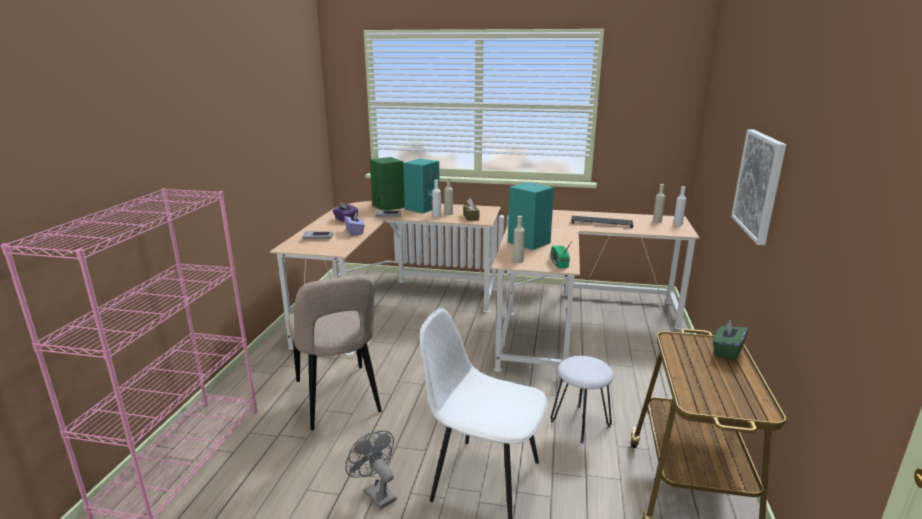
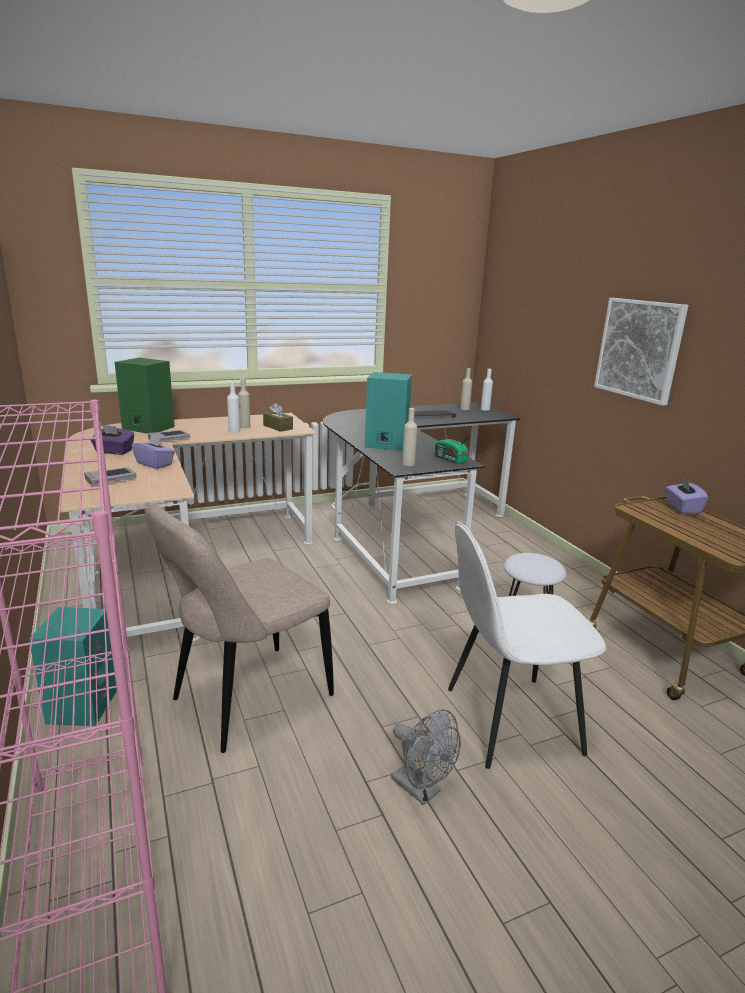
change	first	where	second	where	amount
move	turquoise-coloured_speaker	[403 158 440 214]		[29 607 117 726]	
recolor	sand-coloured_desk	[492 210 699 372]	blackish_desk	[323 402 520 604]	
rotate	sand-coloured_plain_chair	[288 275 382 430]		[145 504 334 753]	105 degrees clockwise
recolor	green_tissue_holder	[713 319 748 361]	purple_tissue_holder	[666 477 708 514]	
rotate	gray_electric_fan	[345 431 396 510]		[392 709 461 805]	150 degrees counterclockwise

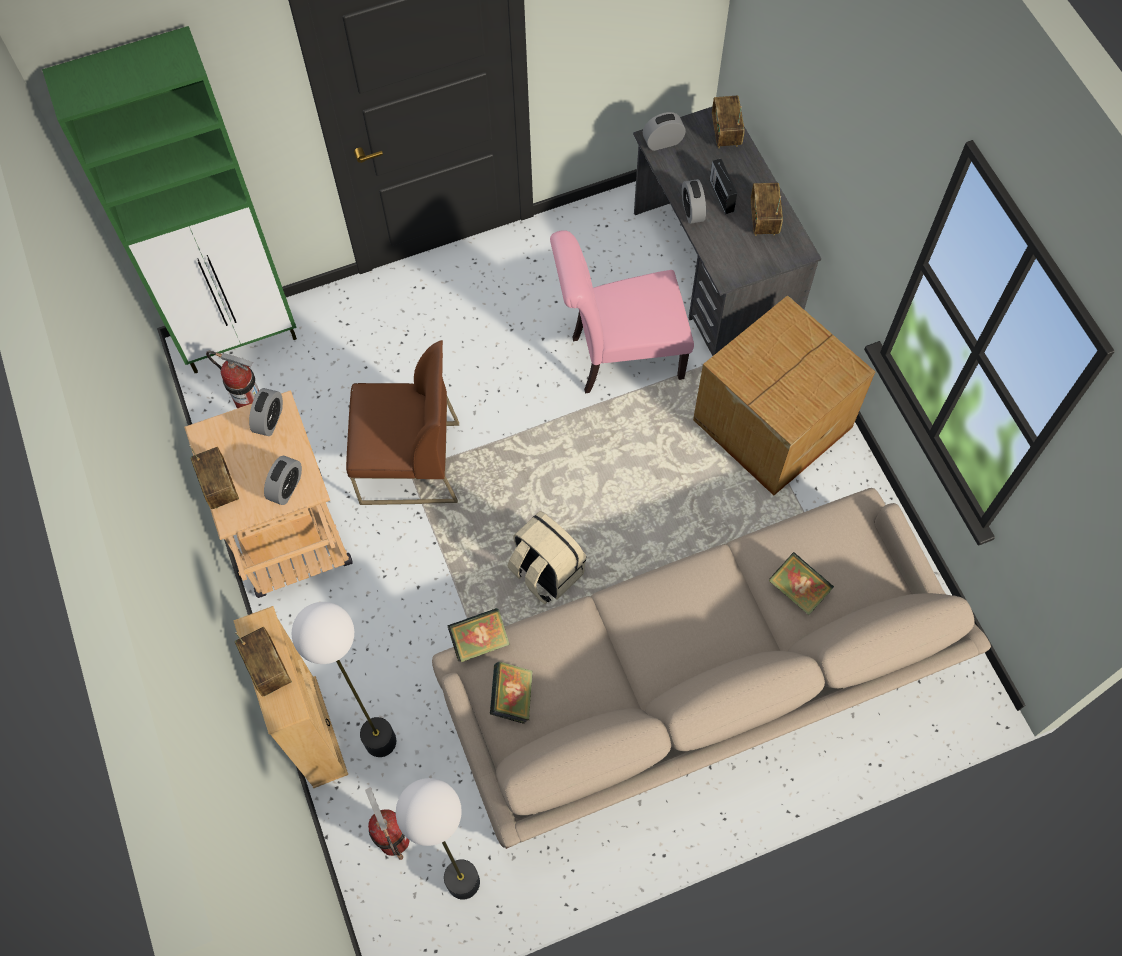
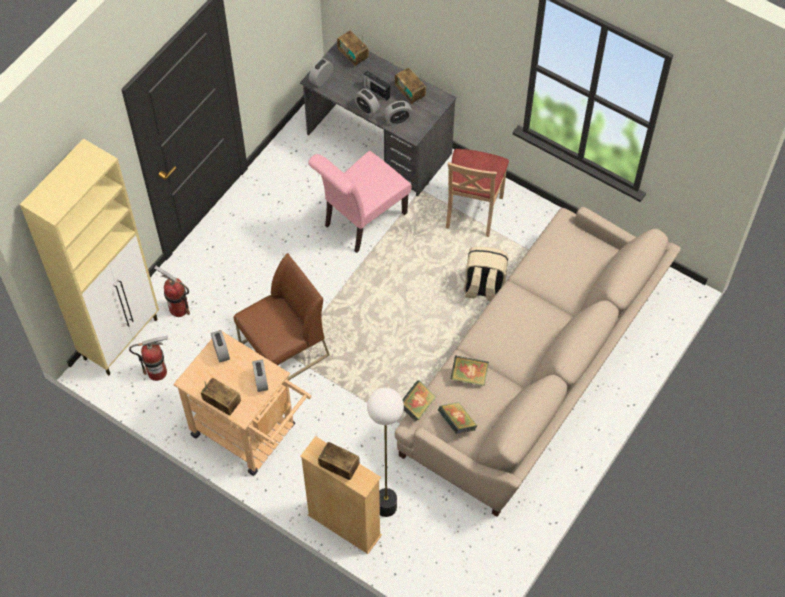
change	first	where	second	where	amount
recolor	green_cabinet	[42 26 297 373]	sand-coloured_cabinet	[20 138 159 375]	
replace	packing_box	[693 295 875 496]	sand-coloured_plain_chair	[446 149 509 237]	
move	sand-coloured_knapsack	[507 511 587 604]		[464 246 508 302]	
move	volume	[769 552 834 615]		[451 355 489 386]	
delete	standing_lamp	[396 778 480 900]			
move	extinguisher	[365 787 409 860]		[154 266 190 317]	
insert			bedside_clock	[384 101 413 126]	

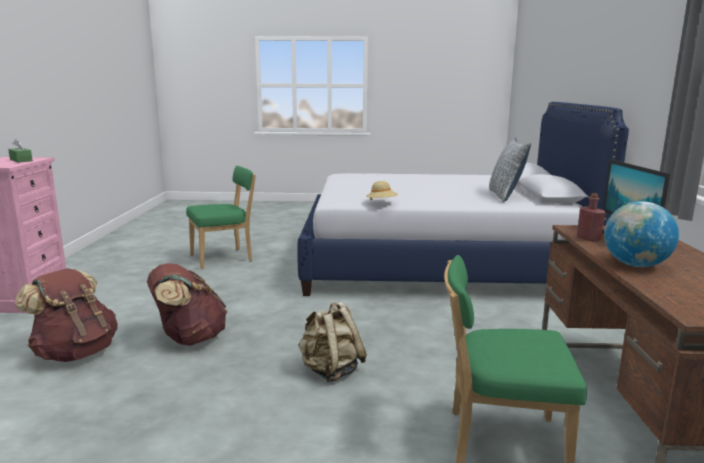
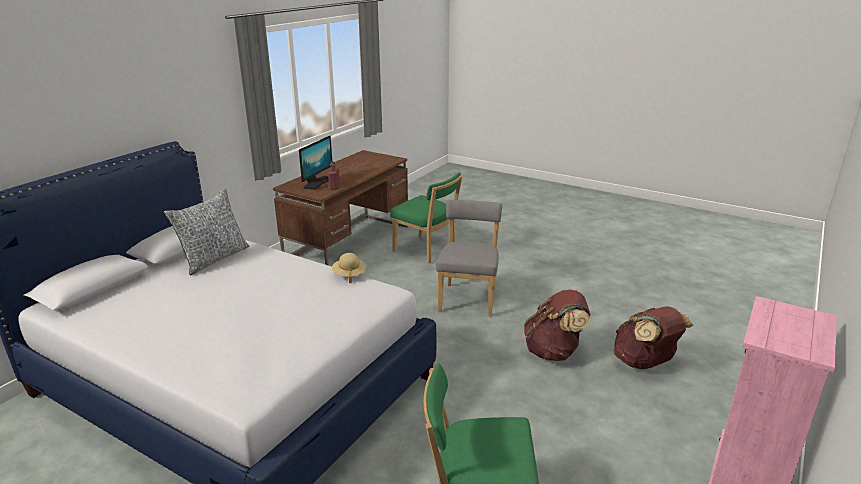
change	first	where	second	where	amount
delete	green_tissue_holder	[8 139 33 163]			
delete	world_globe	[604 201 679 267]			
replace	sand-coloured_knapsack	[298 302 367 382]	gray_plain_chair	[436 200 502 316]	

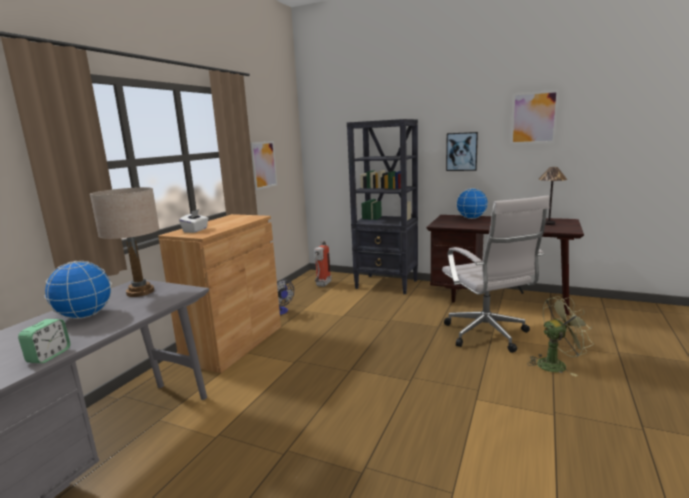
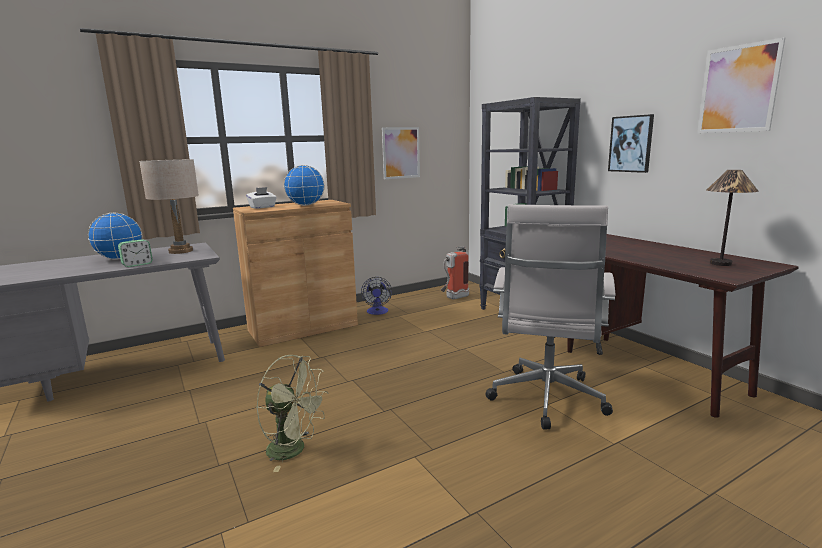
change	first	where	second	where	amount
move	world_globe	[456 188 488 219]		[284 165 325 206]	
move	green_electric_fan	[527 296 594 377]		[256 355 328 472]	
move	bedside_clock	[18 319 70 363]		[118 239 153 267]	

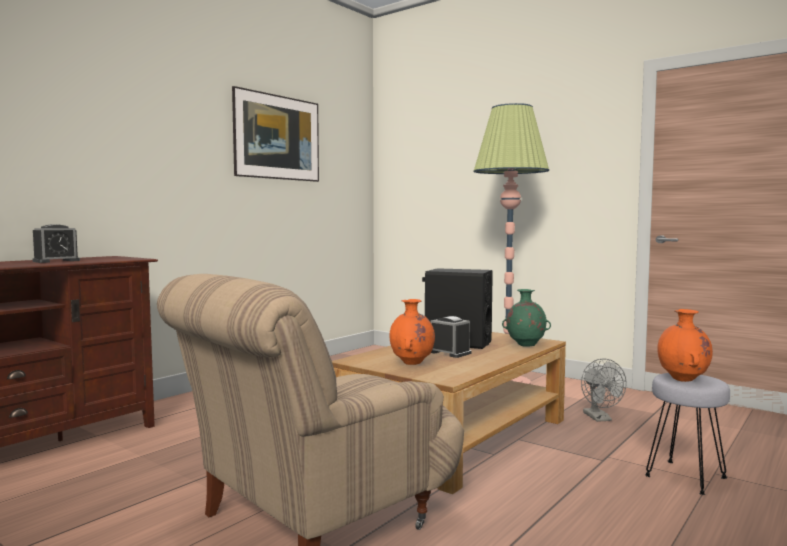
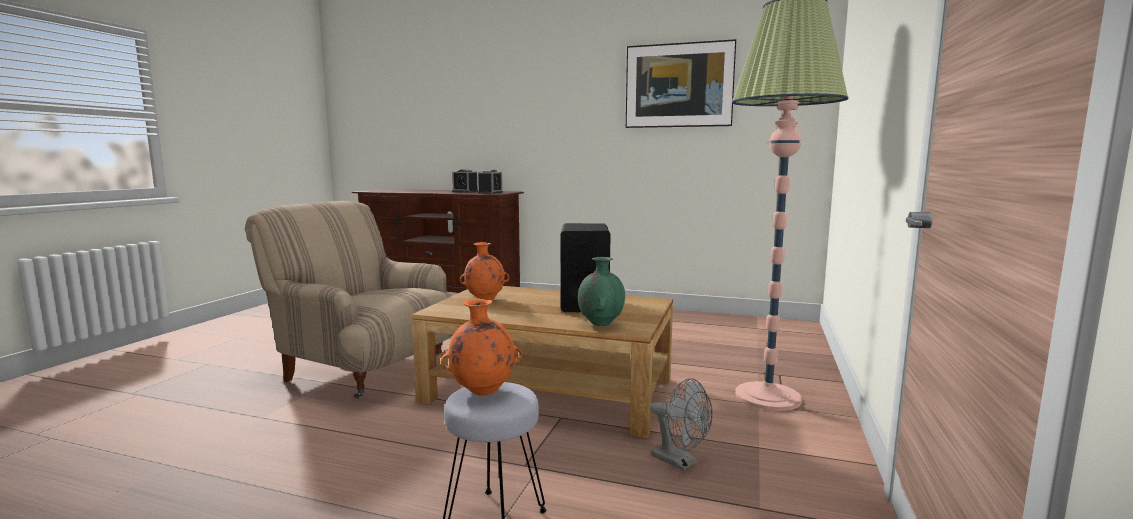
change	first	where	second	where	amount
move	bedside_clock	[430 316 471 358]		[478 170 503 194]	
rotate	gray_electric_fan	[581 358 626 422]		[650 378 713 471]	105 degrees counterclockwise

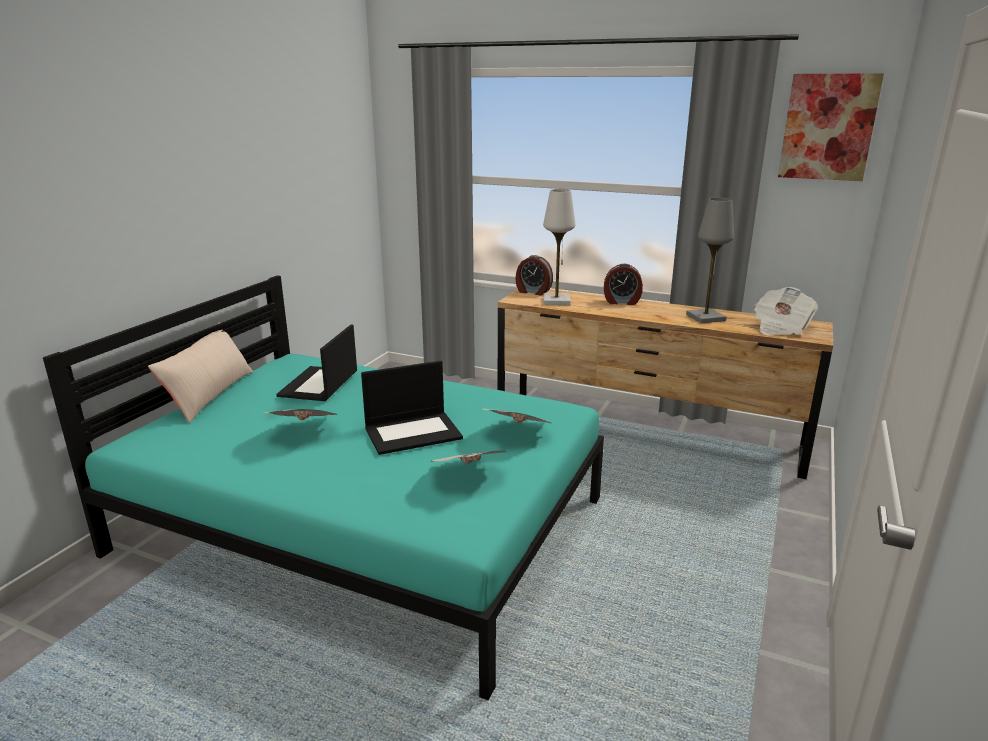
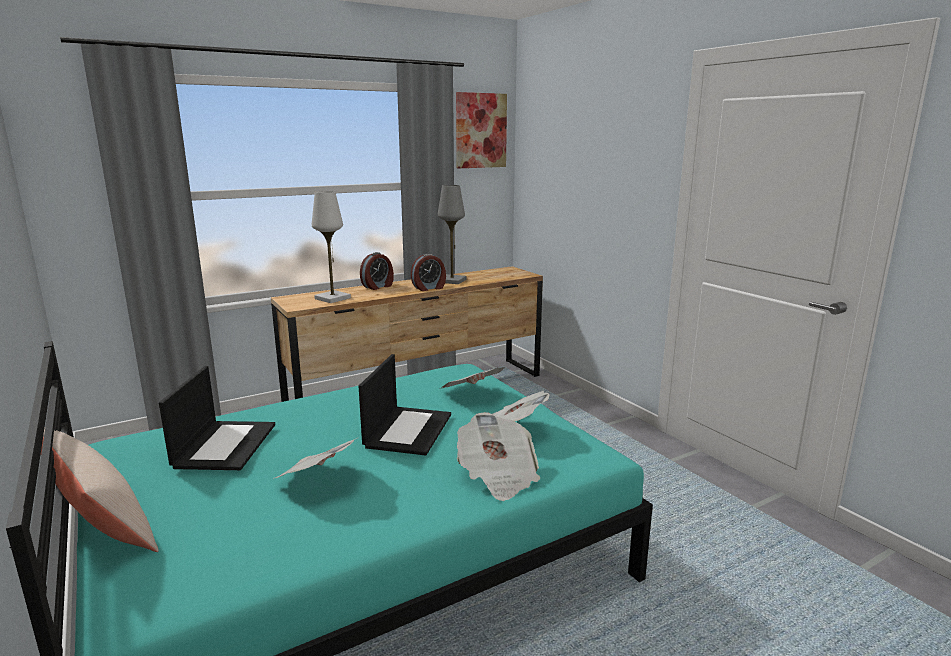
change	first	where	second	where	amount
move	bedside_clock	[515 255 553 295]		[411 254 446 291]	
move	printed_paper	[754 287 818 335]		[457 412 540 501]	
rotate	notebook_computer	[276 325 357 401]		[159 366 275 470]	135 degrees counterclockwise

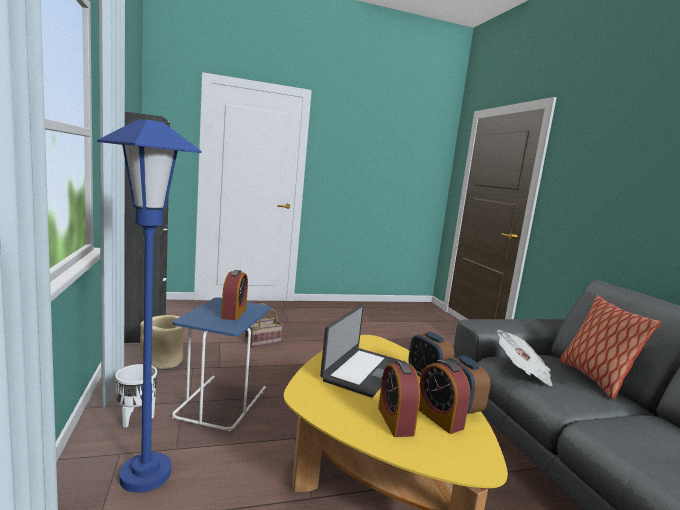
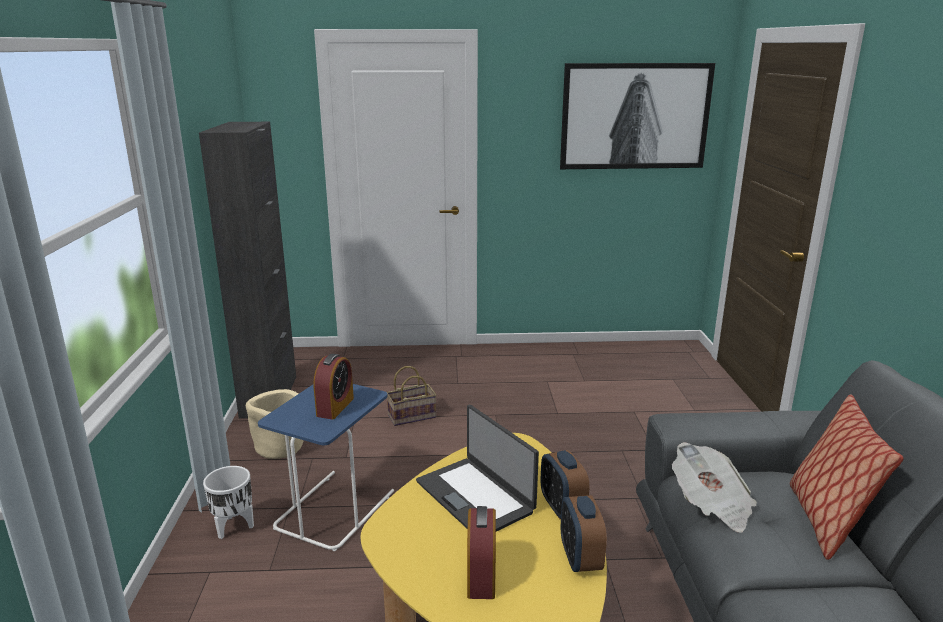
change	first	where	second	where	amount
delete	blue-coloured_standing_lamp	[97 119 202 493]			
rotate	notebook_computer	[320 305 401 398]		[416 405 539 532]	105 degrees clockwise
delete	bedside_clock	[419 359 470 434]			
insert			wall_art	[560 63 715 169]	

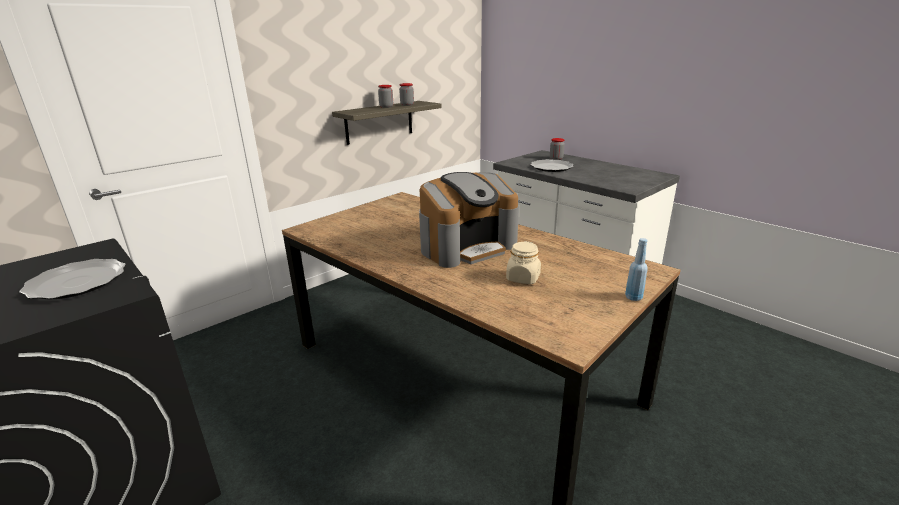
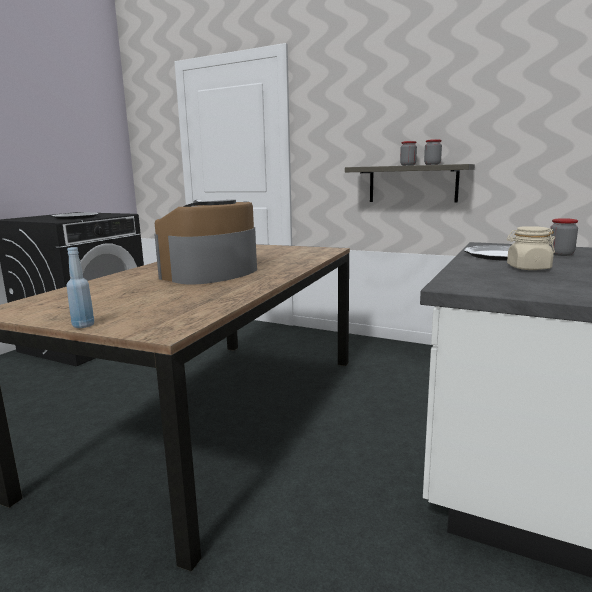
change	first	where	second	where	amount
rotate	coffee_machine	[419 172 519 268]		[154 200 257 284]	90 degrees clockwise
move	sand-coloured_jar	[506 241 541 284]		[507 226 555 270]	

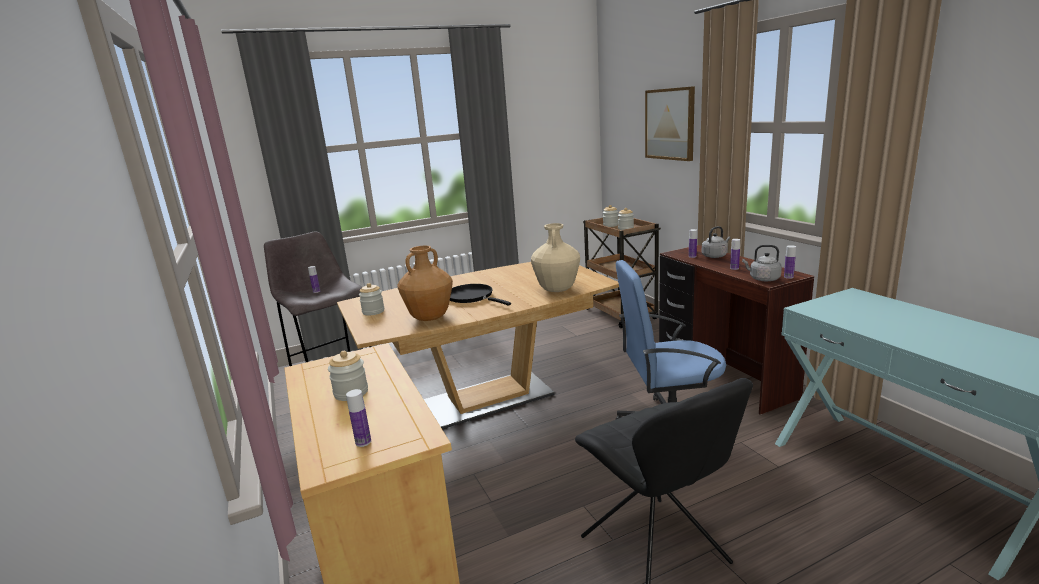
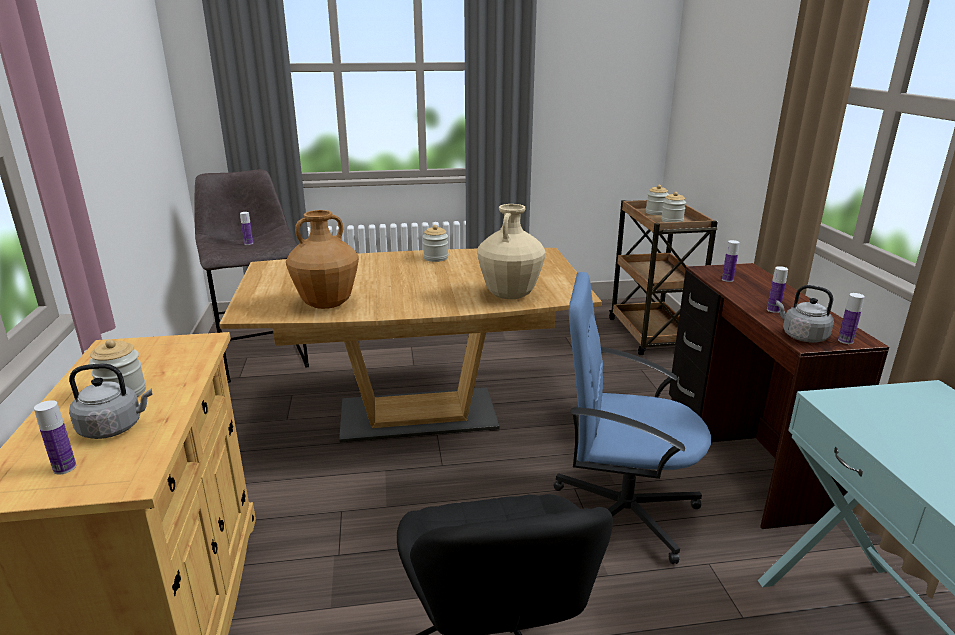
change	first	where	second	where	amount
delete	wall_art	[645 86 695 161]			
move	gray_tea_kettle	[702 226 730 258]		[69 364 153 439]	
move	jar	[359 283 384 315]		[423 225 448 262]	
delete	blackish_pan	[450 284 511 306]			

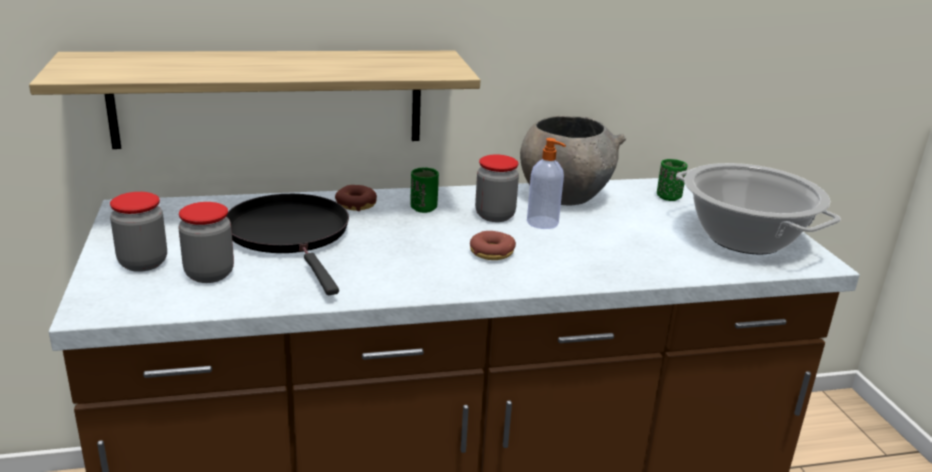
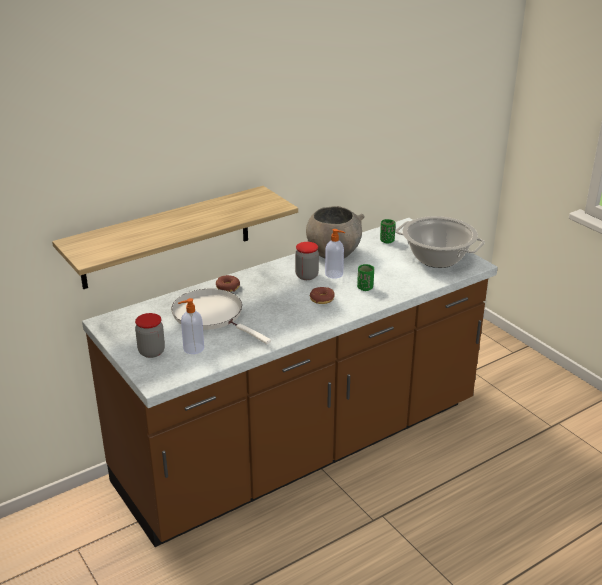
change	first	where	second	where	amount
move	green_drinking_cup	[411 168 439 213]		[357 264 374 291]	
recolor	blackish_pan	[226 194 349 295]	white_pan	[171 289 271 344]	
replace	jar	[178 202 234 283]	soap_dispenser	[178 298 204 354]	

